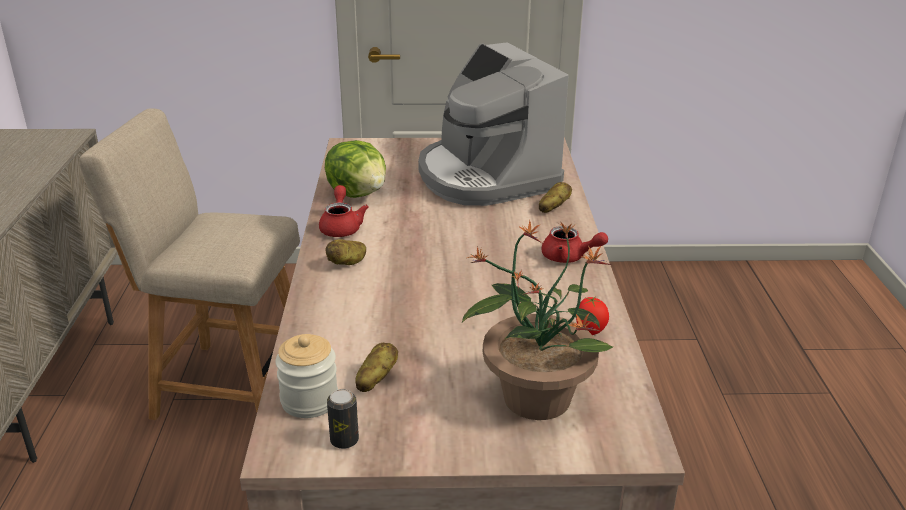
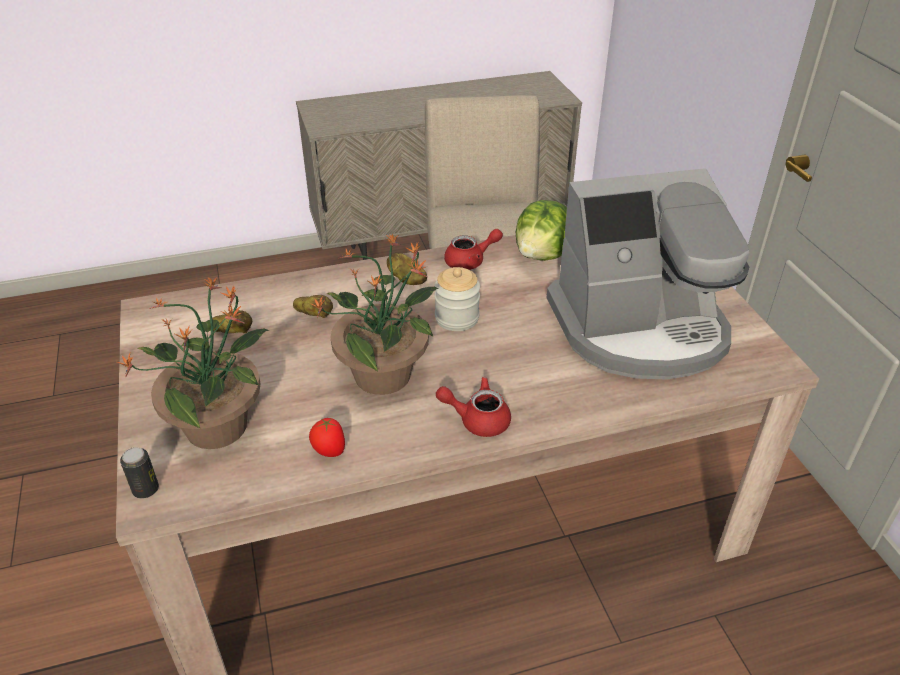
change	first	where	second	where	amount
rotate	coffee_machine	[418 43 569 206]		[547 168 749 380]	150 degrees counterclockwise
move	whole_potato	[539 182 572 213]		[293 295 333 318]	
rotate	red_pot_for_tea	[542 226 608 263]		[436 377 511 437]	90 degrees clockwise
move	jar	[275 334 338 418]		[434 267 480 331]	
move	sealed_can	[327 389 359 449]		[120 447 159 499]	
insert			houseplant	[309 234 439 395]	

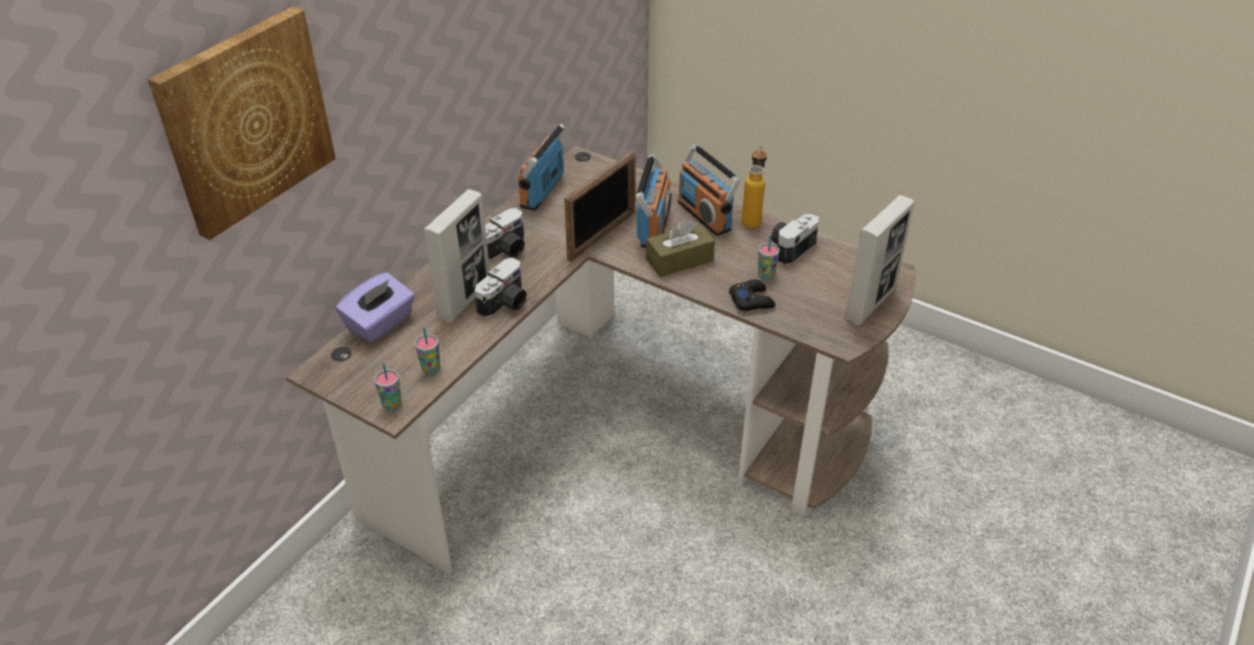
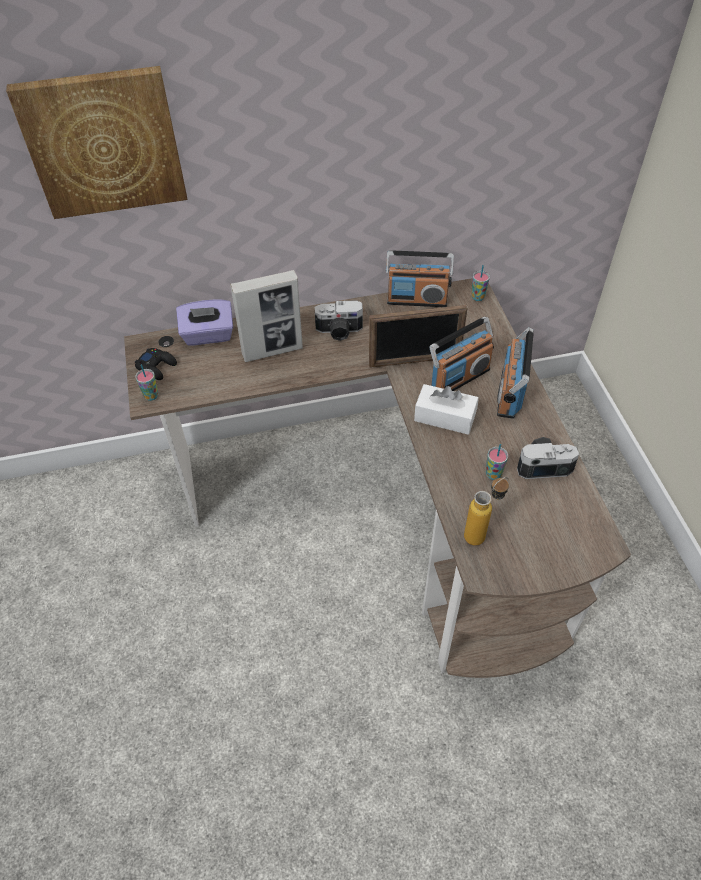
change	first	where	second	where	amount
rotate	radio_set	[518 123 565 211]		[386 251 454 307]	150 degrees counterclockwise
move	beverage_bottle	[742 145 767 228]		[464 477 509 546]	
delete	photo_frame	[845 195 914 325]			
recolor	brownish_tissue_holder	[646 219 715 277]	white_tissue_holder	[414 384 479 435]	
delete	photo_camera	[475 257 527 318]			
move	blackish_joypad	[729 279 775 311]		[134 348 177 380]	
move	drinking_cup	[415 328 440 375]		[472 265 490 301]	

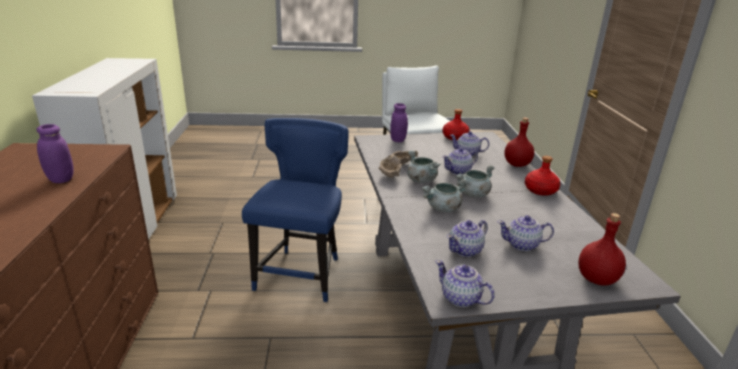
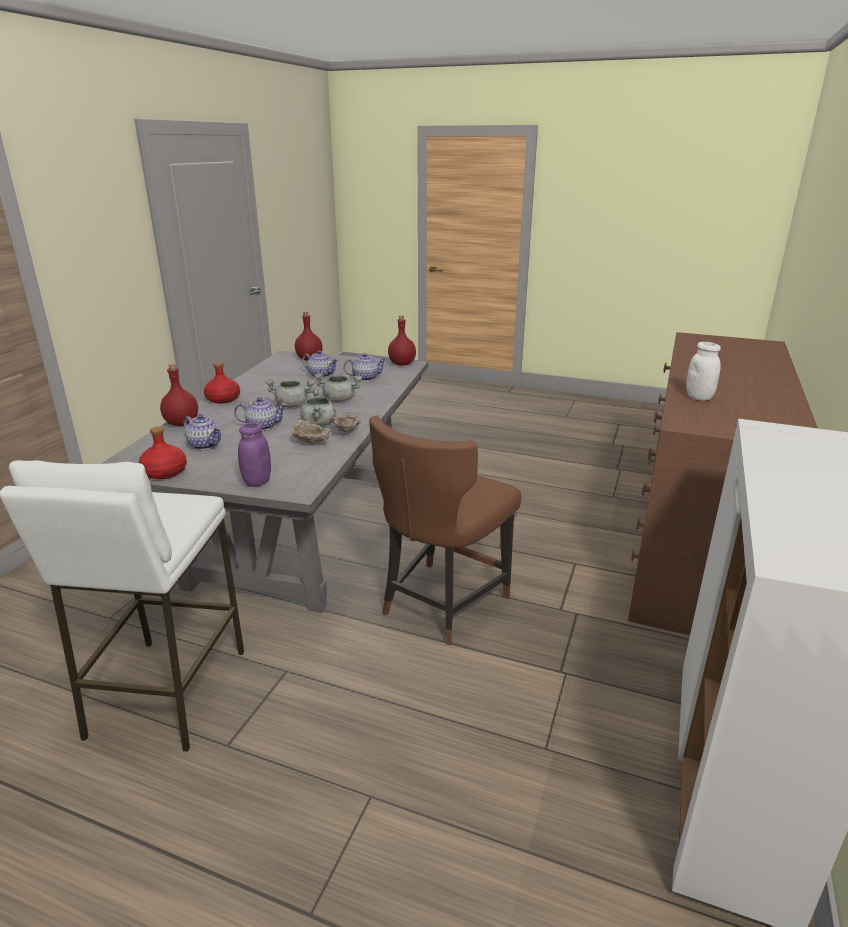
change	first	where	second	where	amount
recolor	blue-coloured_plain_chair	[242 118 349 302]	brownish_plain_chair	[369 416 521 645]	
recolor	purple_jar	[37 124 74 183]	white_jar	[686 342 721 401]	
replace	pot_for_tea	[435 260 495 307]	red_beverage_bottle	[388 315 416 366]	

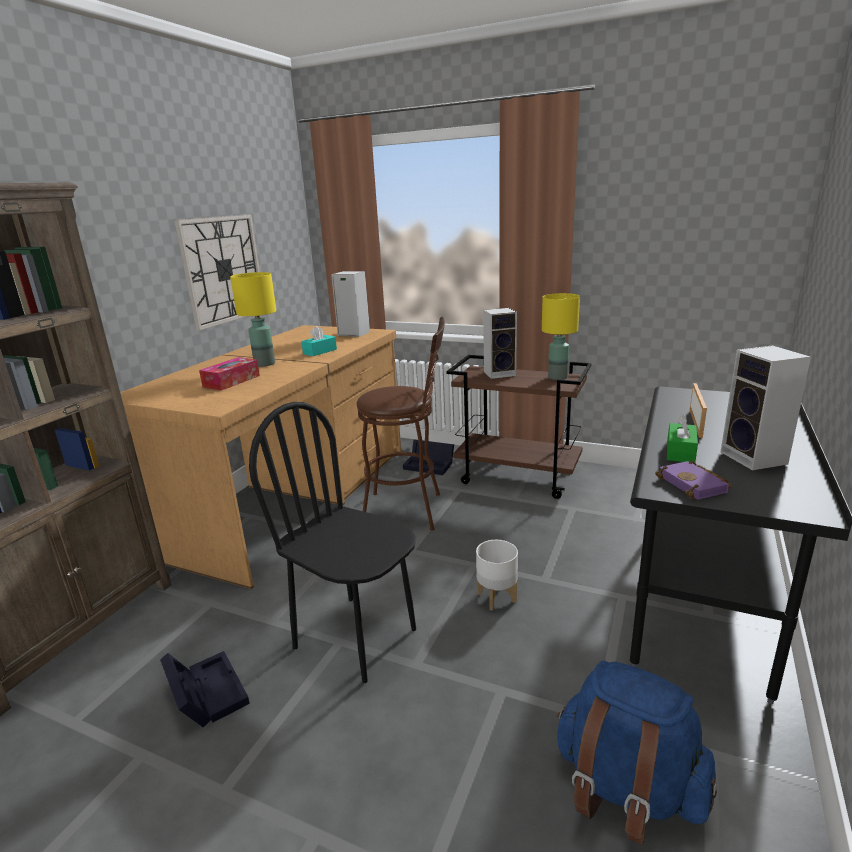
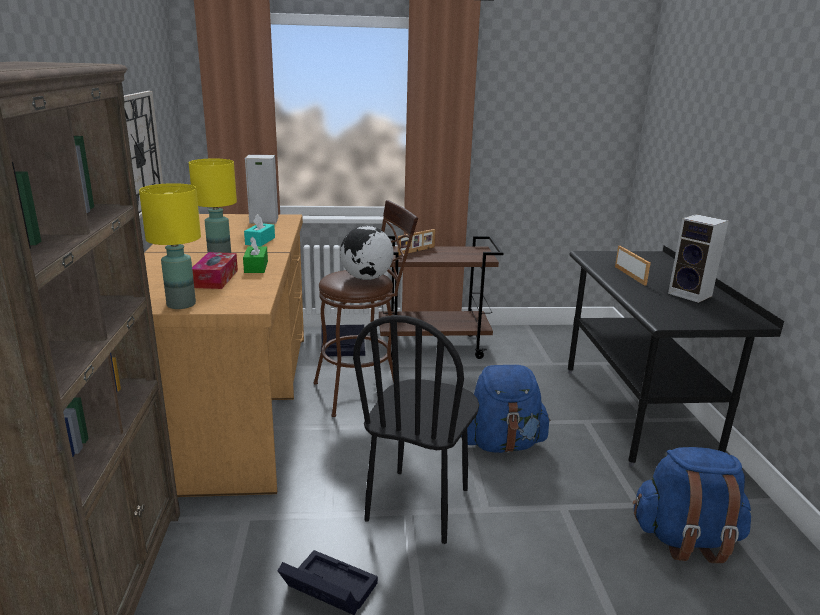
change	first	where	second	where	amount
move	yellow_lamp_for_a_table	[542 293 580 380]		[139 183 201 309]	
replace	speaker	[483 308 517 379]	photo_frame	[398 229 435 255]	
rotate	blackish_plain_chair	[249 402 416 683]		[353 315 479 544]	75 degrees counterclockwise
move	green_tissue_holder	[667 413 698 462]		[243 236 268 273]	
delete	purple_volume	[655 460 732 500]			
replace	white_plant_pot	[476 540 518 611]	blue-coloured_knapsack	[461 365 551 453]	
insert			world_globe	[340 226 394 280]	

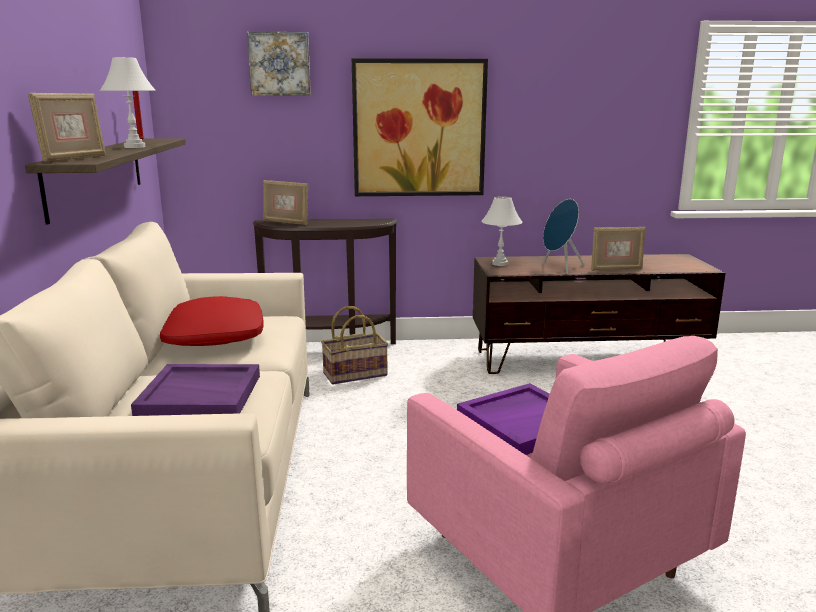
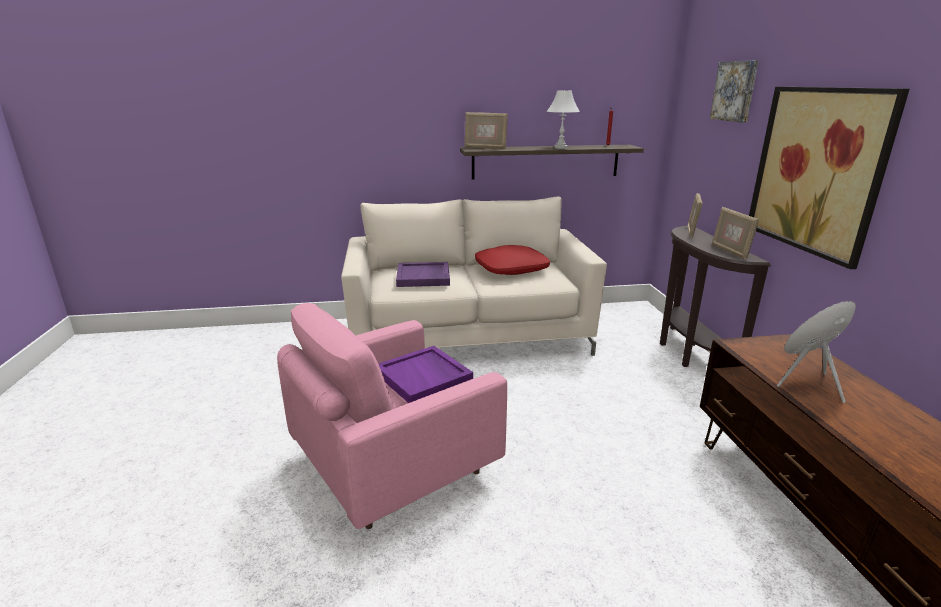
change	first	where	second	where	amount
delete	white_lamp_for_a_table	[481 196 523 266]			
move	photo_frame	[591 227 645 271]		[712 207 759 260]	
delete	basket	[321 306 388 384]			

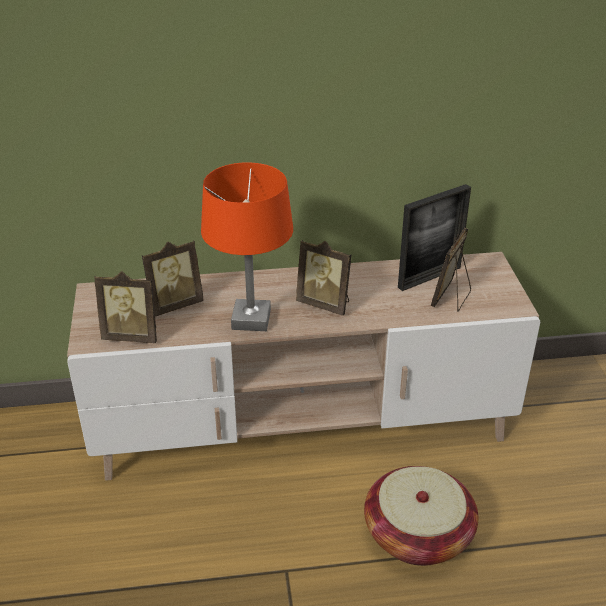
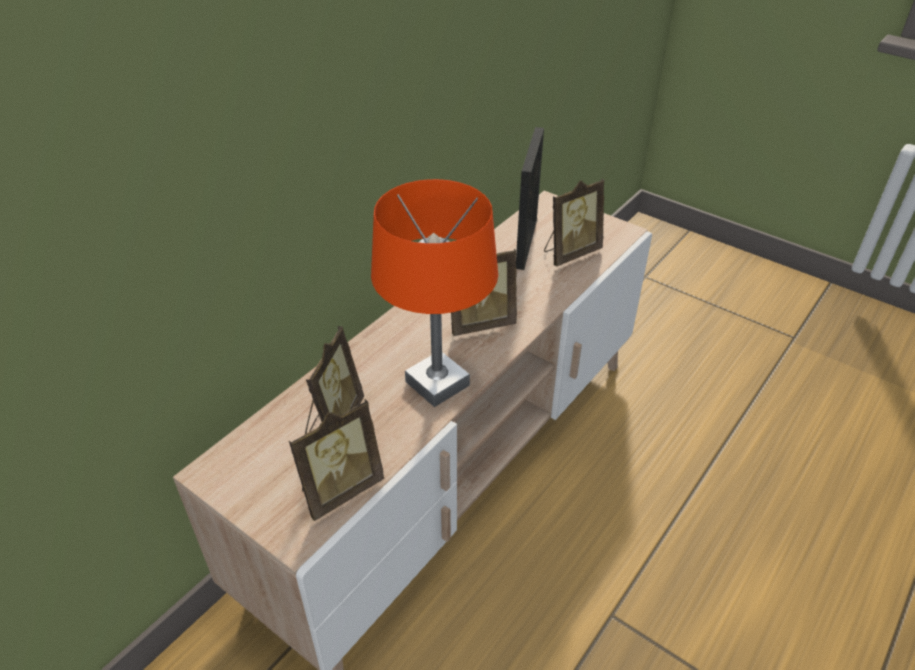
change	first	where	second	where	amount
rotate	photo_frame	[431 228 471 312]		[544 179 604 266]	105 degrees counterclockwise
delete	basket	[364 466 478 566]			

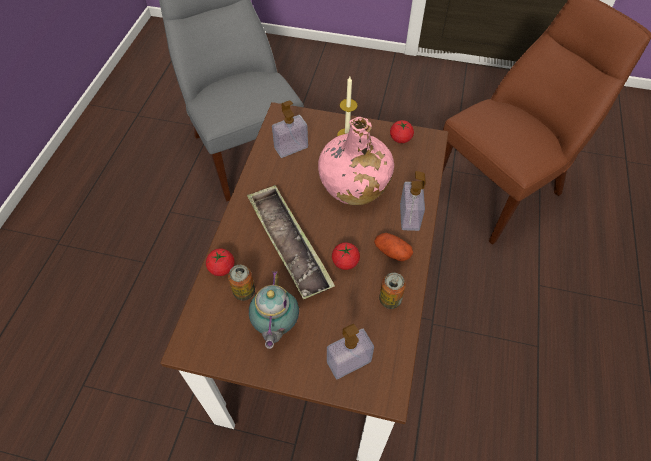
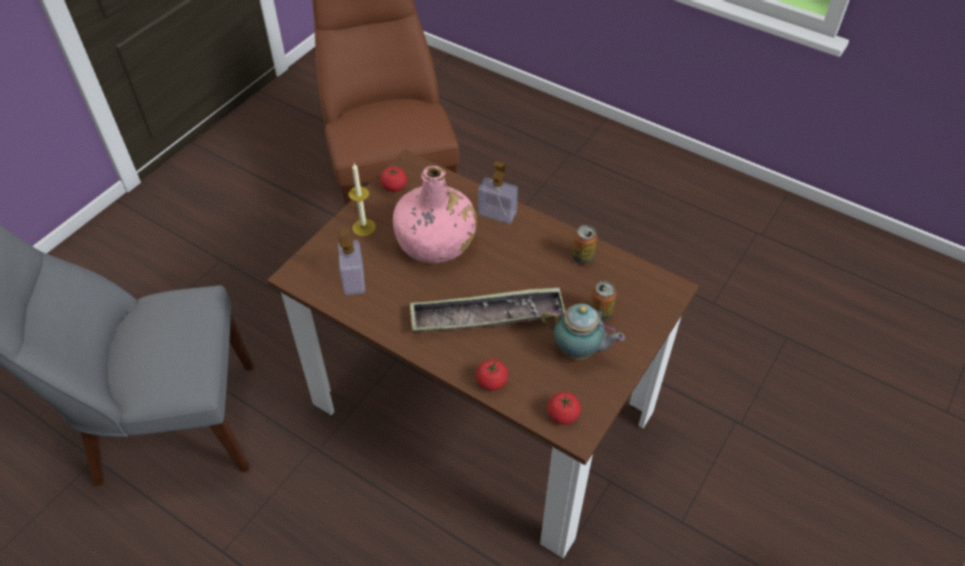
change	first	where	second	where	amount
delete	whole_potato	[374 233 413 261]			
move	fresh_tomato	[332 242 360 270]		[548 392 581 424]	
move	sealed_can	[228 265 255 301]		[590 281 617 321]	
delete	soap_dispenser	[327 324 374 379]			

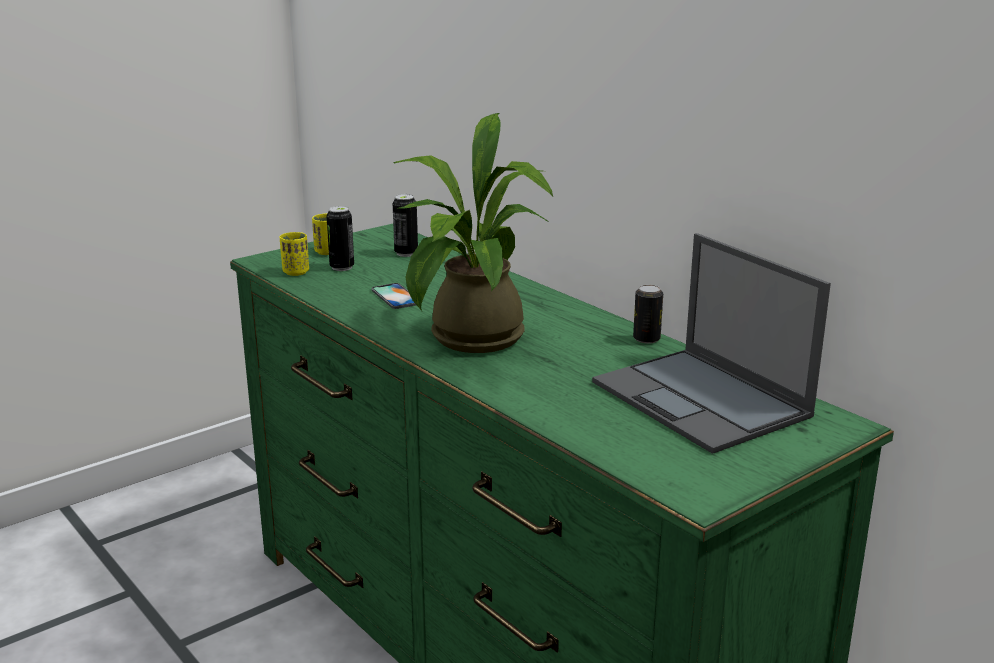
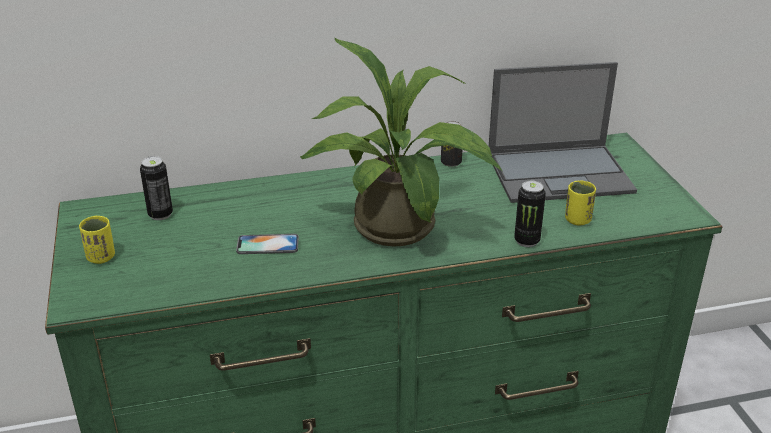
change	first	where	second	where	amount
move	sealed_can	[326 206 354 271]		[514 181 546 247]	
move	yellow_drinking_cup	[280 232 309 276]		[565 180 596 226]	

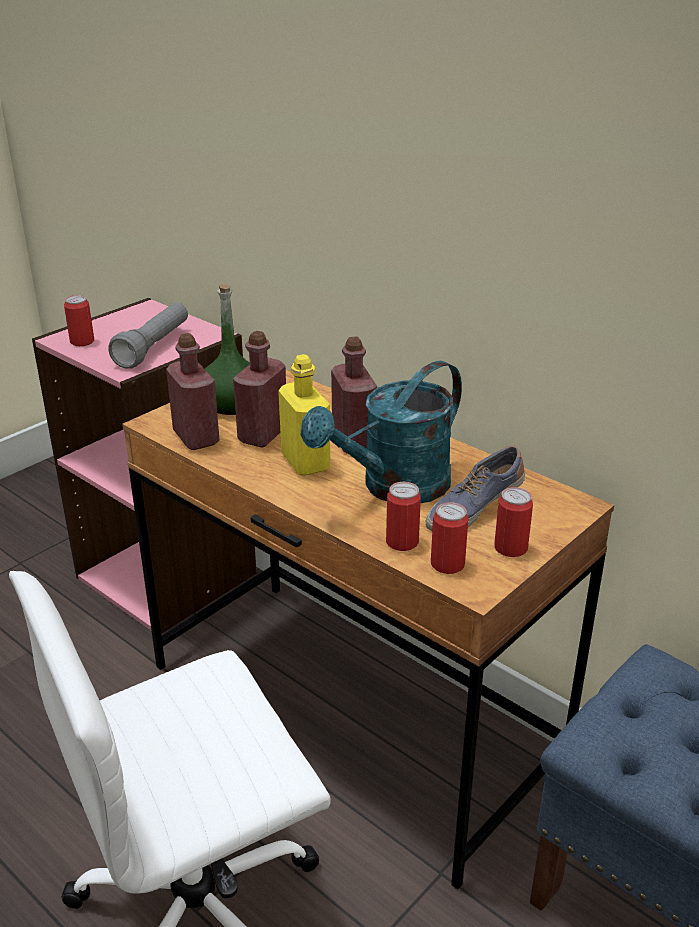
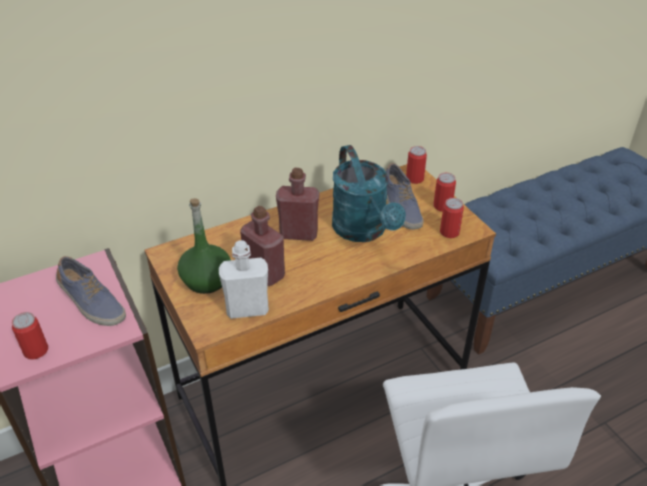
change	first	where	second	where	amount
replace	gray_hand_torch	[108 302 188 368]	low_shoe	[56 256 126 326]	
recolor	red_beverage_bottle	[166 333 219 450]	white_beverage_bottle	[219 240 269 319]	
delete	yellow_beverage_bottle	[278 354 330 476]			
move	sealed_can	[386 482 421 551]		[406 146 427 184]	

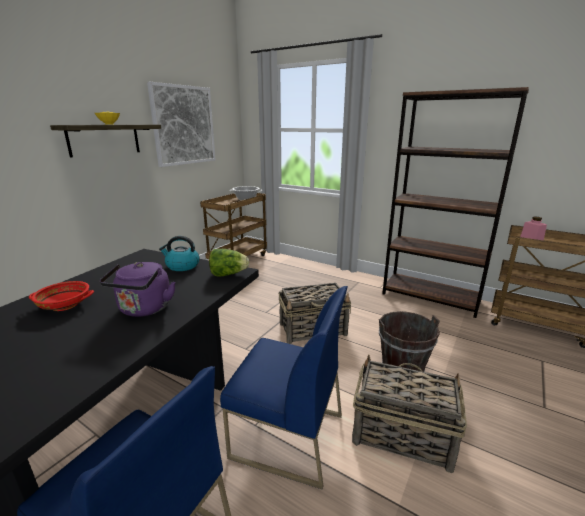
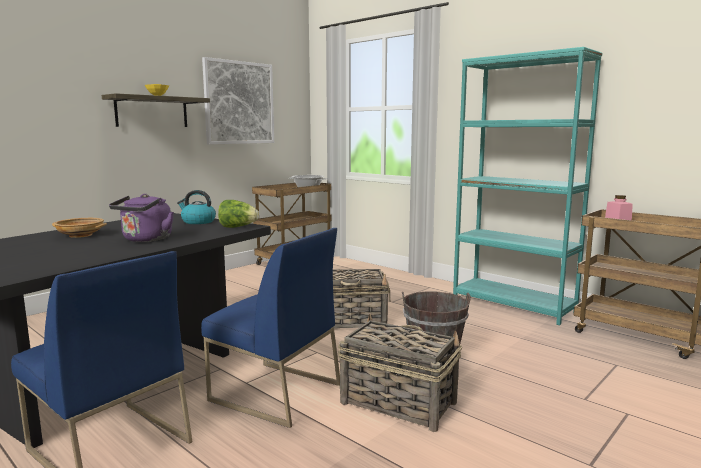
change	first	where	second	where	amount
recolor	brownish_shelving_unit	[382 87 529 318]	turquoise-coloured_shelving_unit	[453 47 602 325]	
recolor	red_serving_bowl	[29 281 94 311]	sand-coloured_serving_bowl	[52 218 107 238]	

